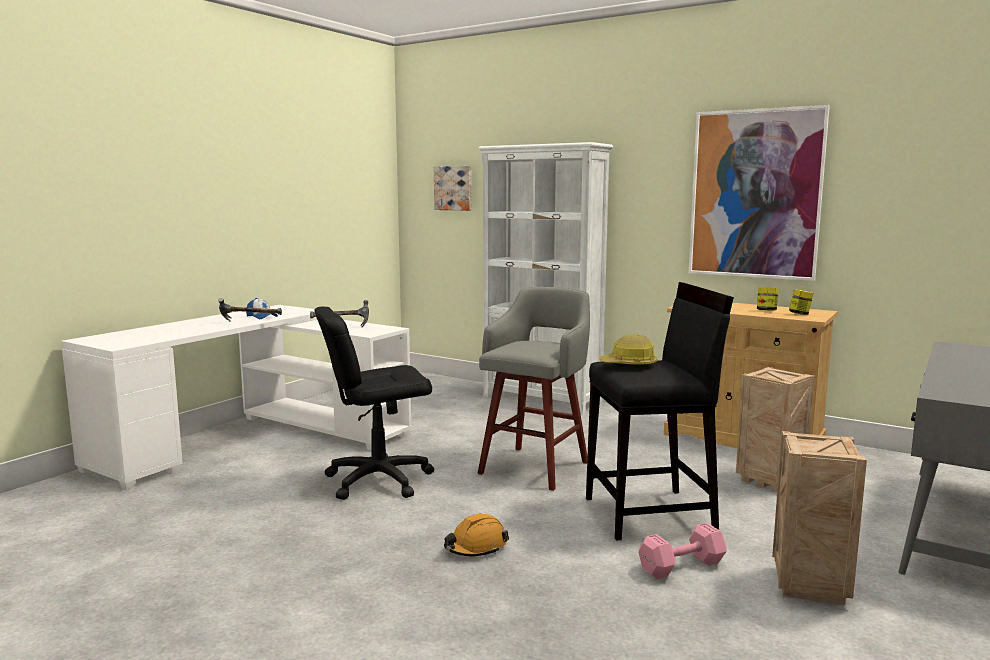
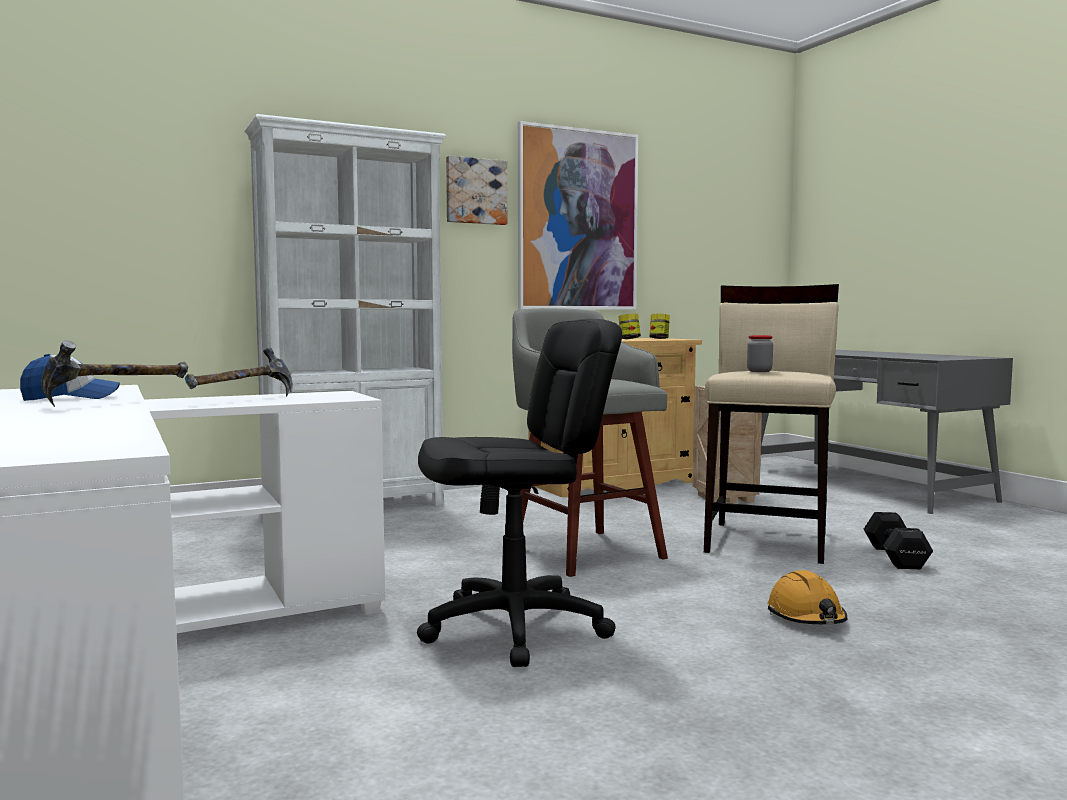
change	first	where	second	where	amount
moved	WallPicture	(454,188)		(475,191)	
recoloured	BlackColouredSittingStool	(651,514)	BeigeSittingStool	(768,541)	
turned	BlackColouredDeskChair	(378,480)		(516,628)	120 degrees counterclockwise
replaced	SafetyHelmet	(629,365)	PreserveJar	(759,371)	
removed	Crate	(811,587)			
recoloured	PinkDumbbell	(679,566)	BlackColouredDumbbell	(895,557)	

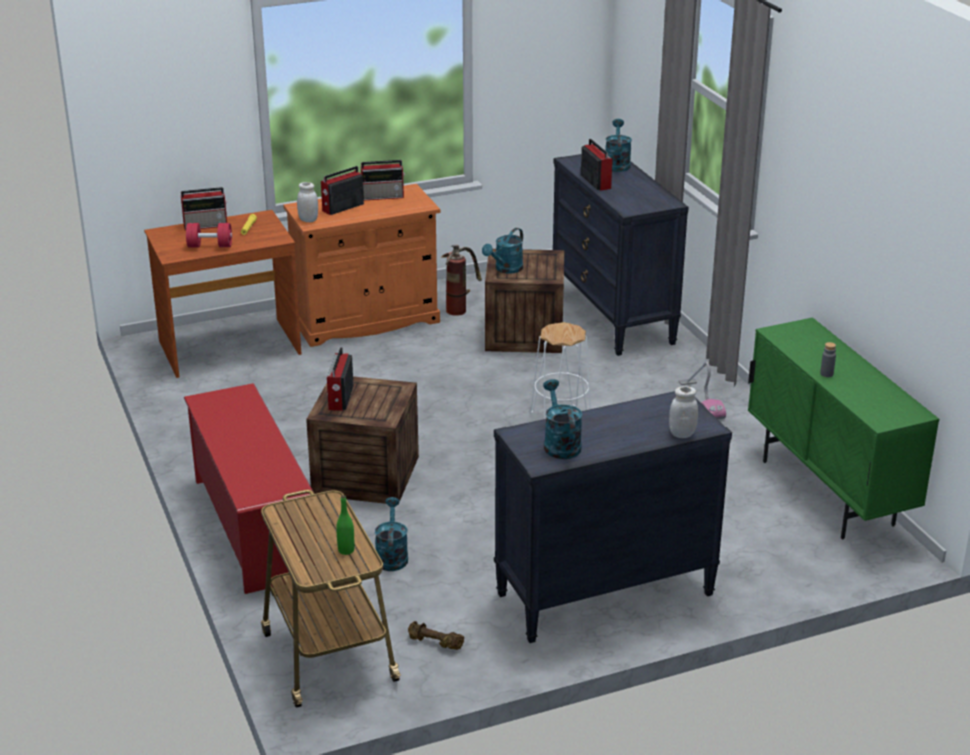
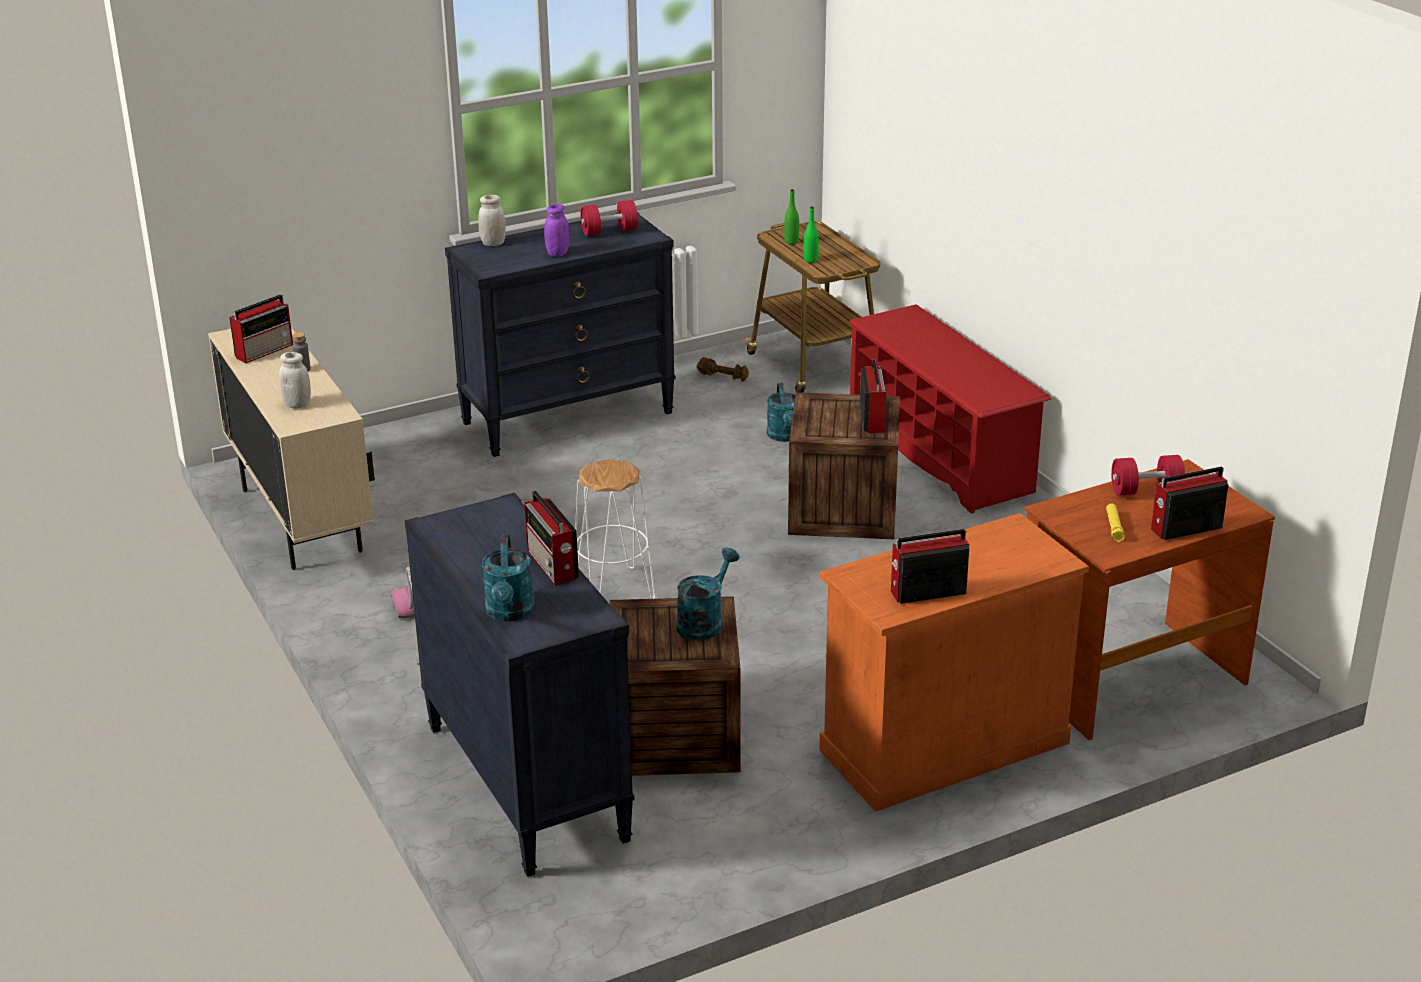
change	first	where	second	where	amount
moved	RadioSet	(342,207)		(265,350)	
moved	WhitishPreserveJar	(308,220)		(297,404)	
removed	FireFightingCylinder	(459,307)			
recoloured	GreenStorageCabinet	(827,493)	BeigeStorageCabinet	(301,520)	
replaced	TurquoiseWateringCan	(560,444)	ReddishDumbbell	(609,231)	
added			PurplePreserveJar	(557,253)	
added			GreenBottle	(810,260)	

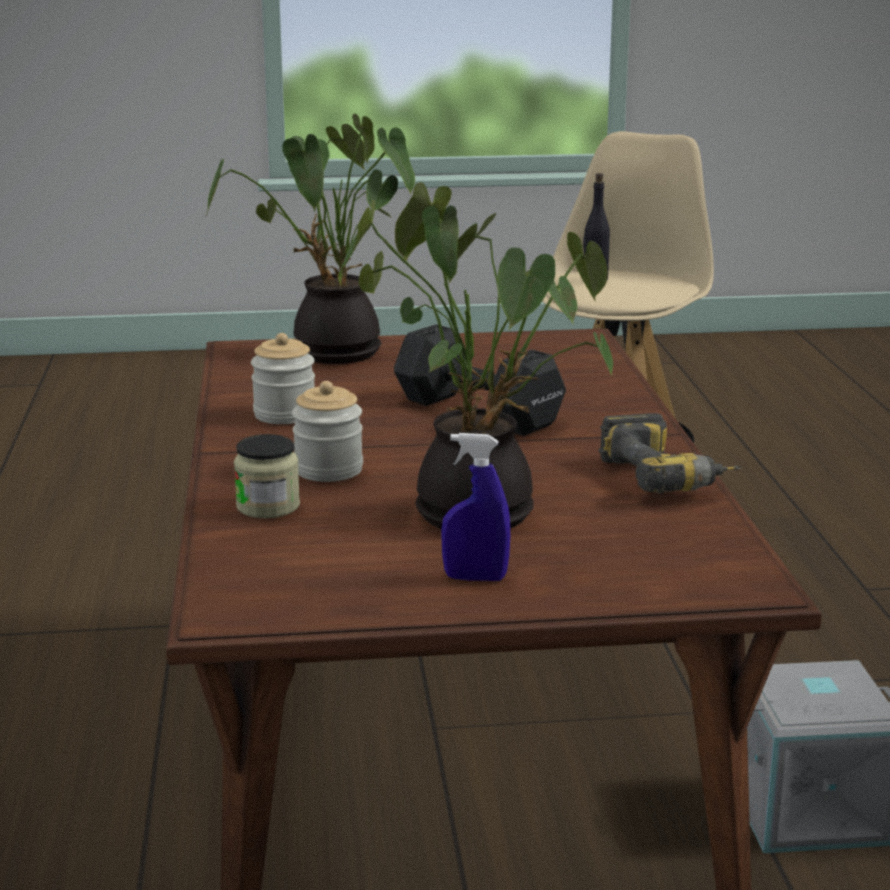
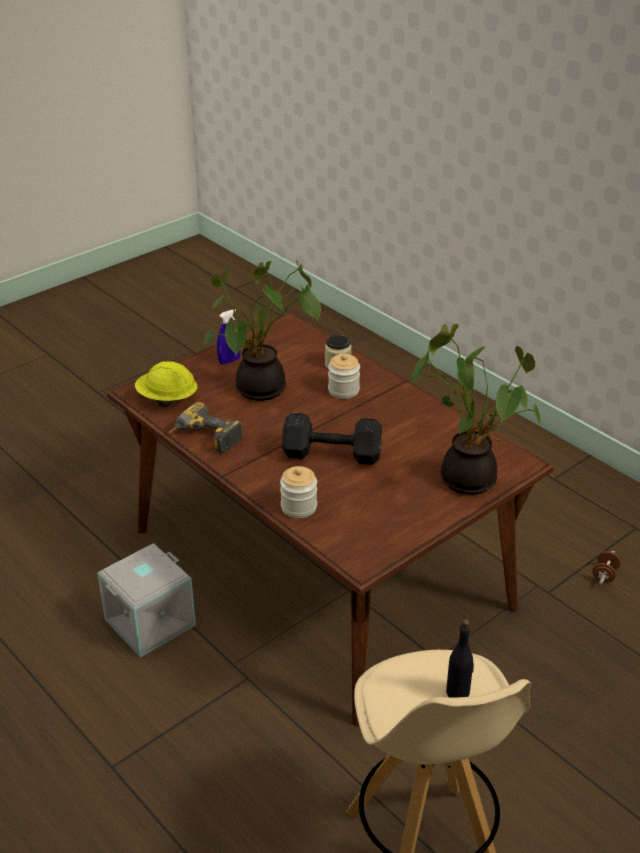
change	first	where	second	where	amount
moved	PreserveJar	(284,414)		(299,507)	
added			YellowSafetyHelmet	(167,399)	
added			BrownColouredDumbbell	(604,575)	

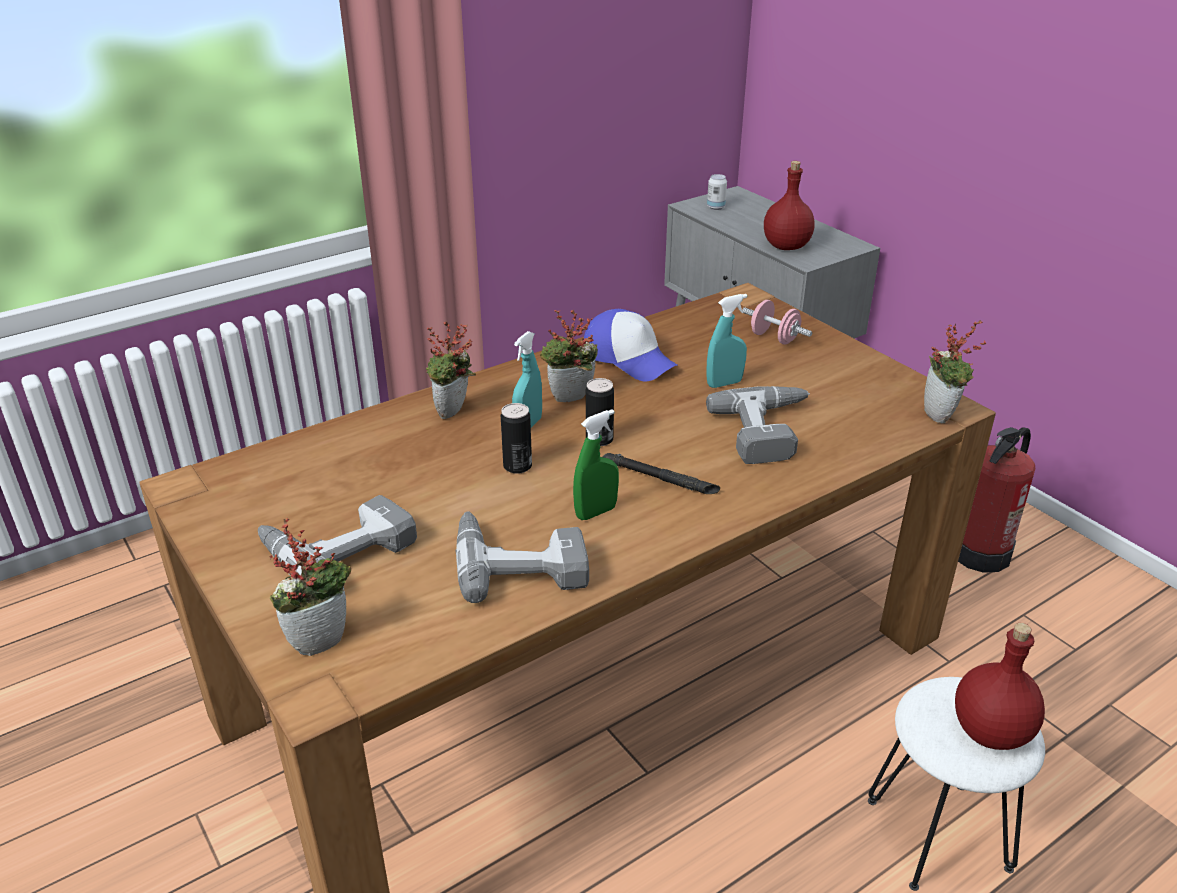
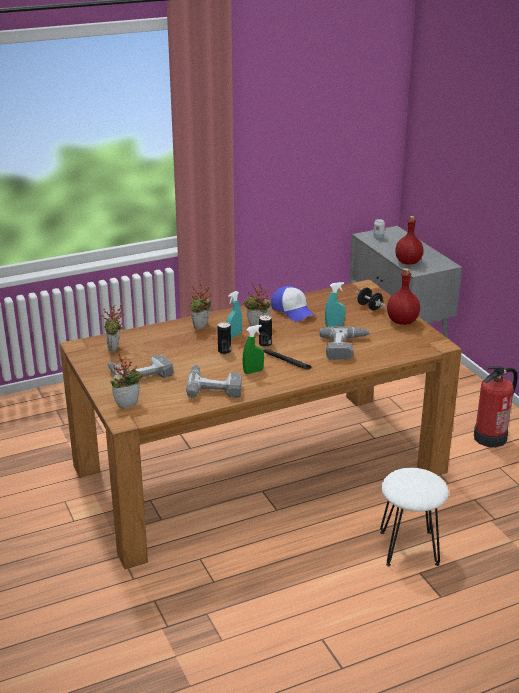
change	first	where	second	where	amount
recoloured	PinkDumbbell	(774,338)	BlackColouredDumbbell	(369,307)	
moved	Houseplant	(941,416)		(115,349)	
moved	ReddishBottle	(989,731)		(401,321)	

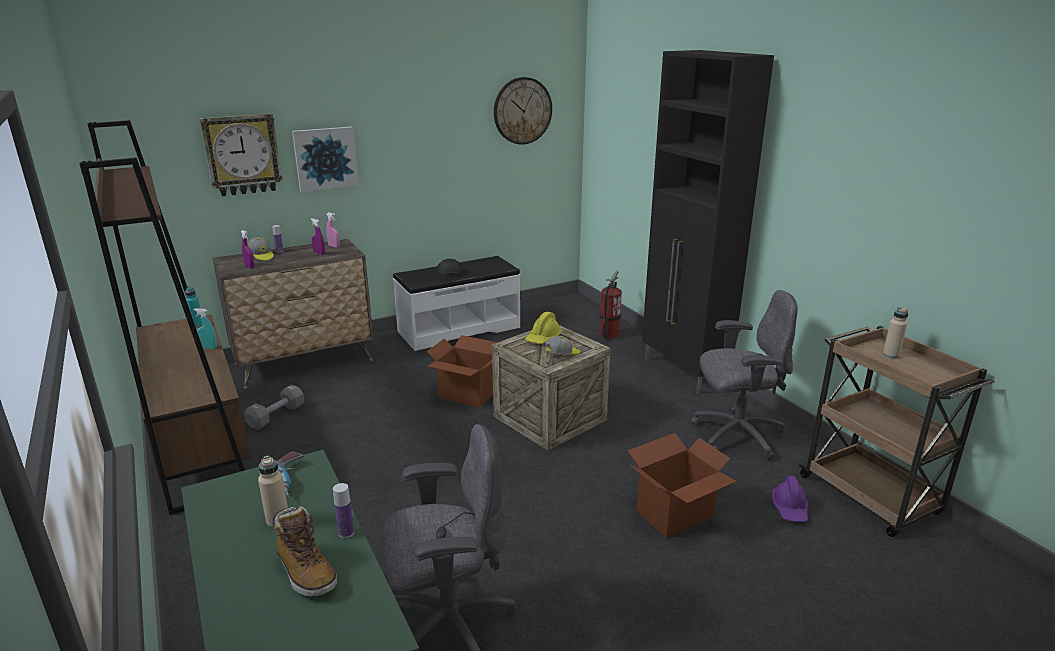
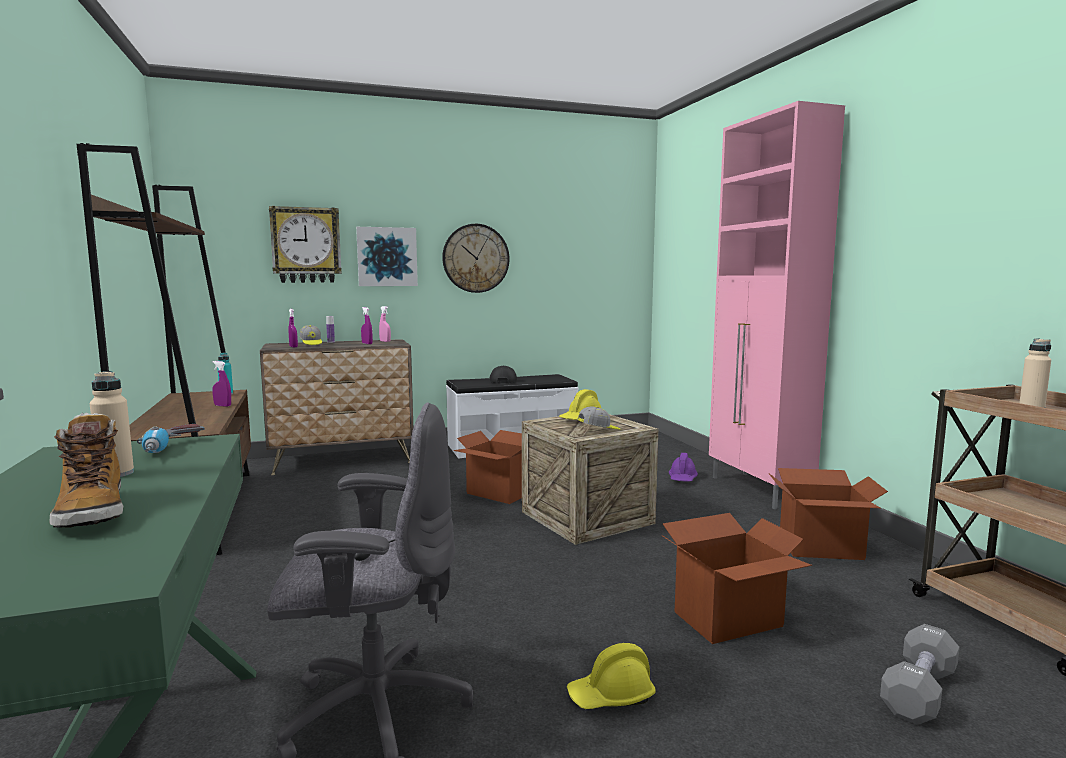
change	first	where	second	where	amount
recoloured	BlackColouredStorageCabinet	(684,372)	PinkStorageCabinet	(758,490)	
moved	WallClock	(522,111)		(475,258)	
removed	FireFightingCylinder	(608,335)			
replaced	GreyishDeskChair	(736,435)	PackingBox	(821,548)	
recoloured	TurquoiseSprayBottle	(208,348)	PurpleSprayBottle	(222,405)	
moved	GreyishDumbbell	(276,416)		(919,692)	
moved	PurpleSafetyHelmet	(790,509)		(682,479)	
removed	Bottle	(346,533)			
added			YellowSafetyHelmet	(611,696)	

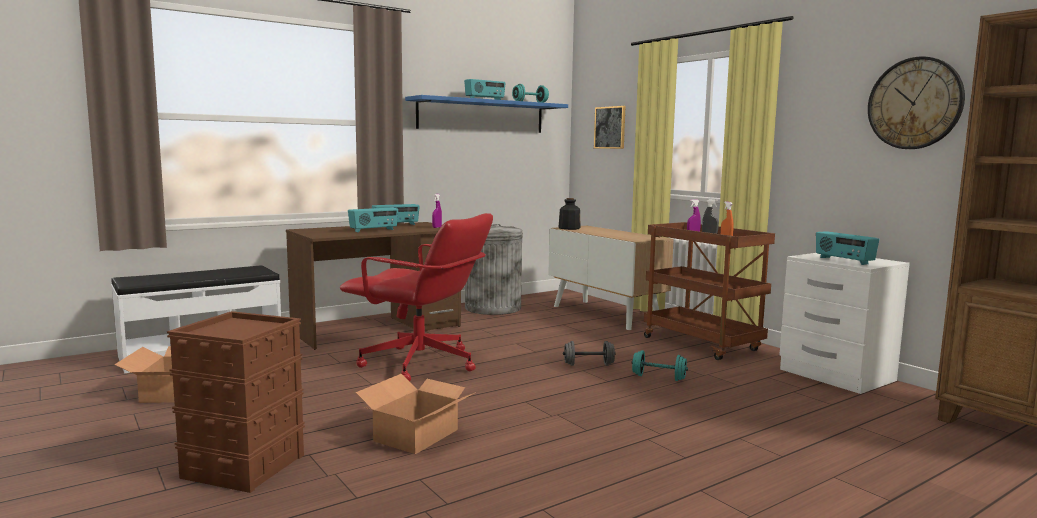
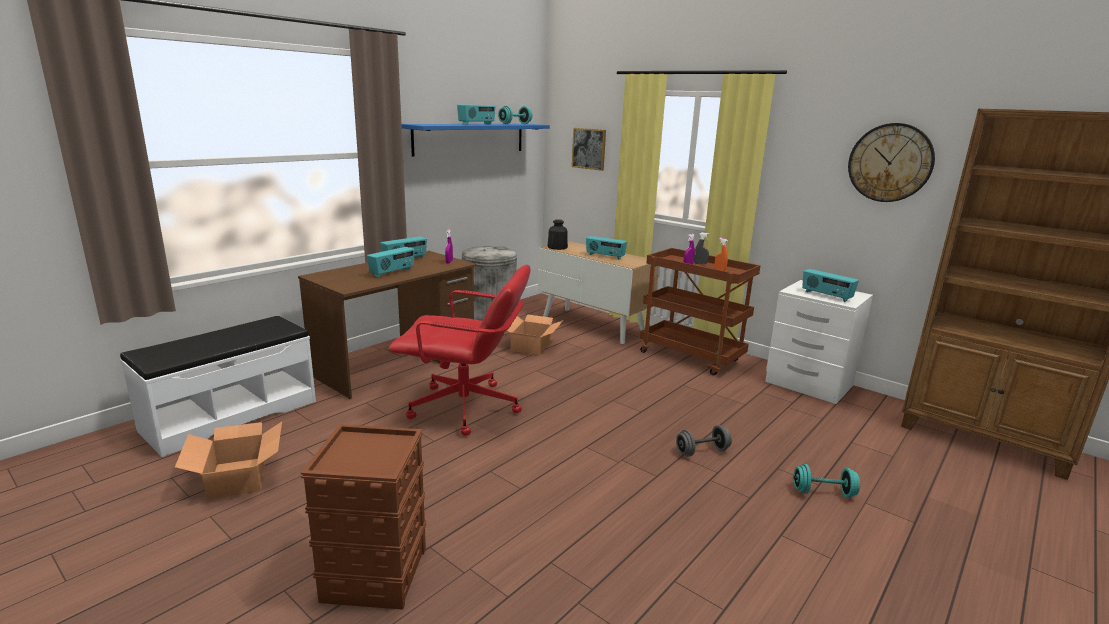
change	first	where	second	where	amount
moved	GreyishDumbbell	(588,365)		(702,451)	
moved	TurquoiseDumbbell	(658,377)		(823,492)	
moved	PackingBox	(415,435)		(530,346)	
added			RadioSet	(605,256)	

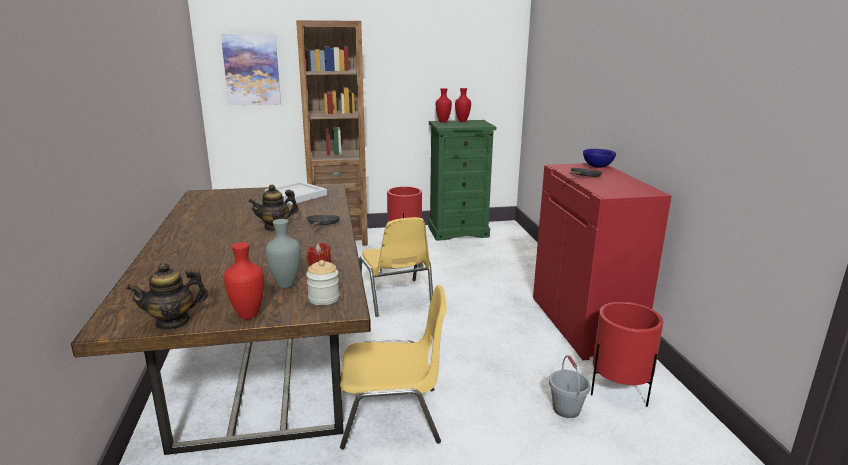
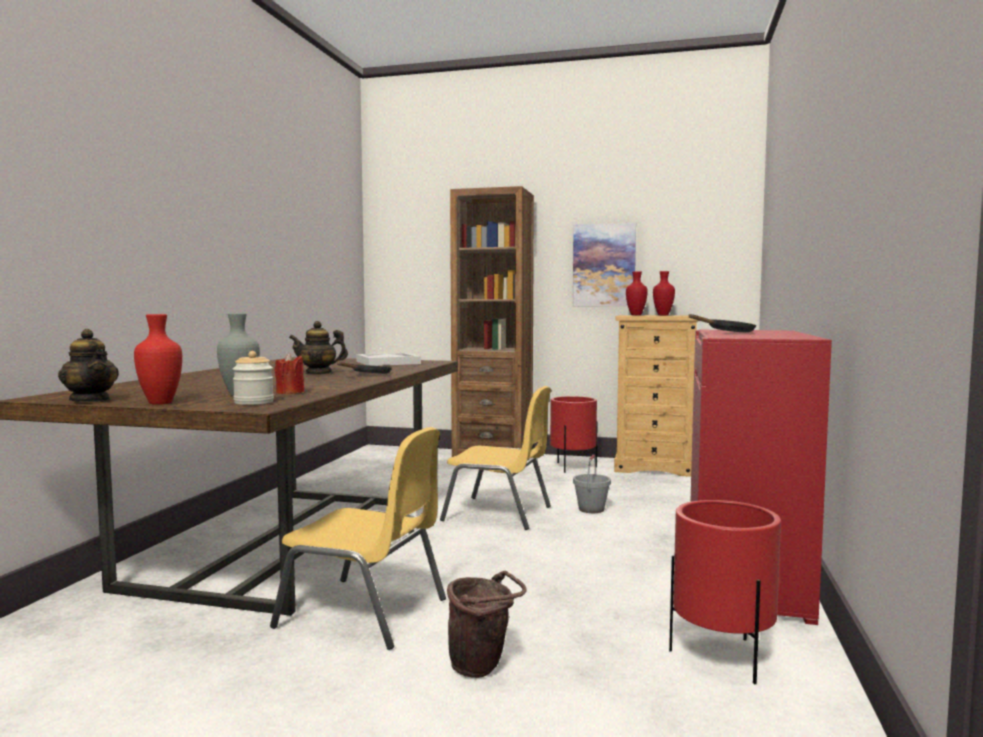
change	first	where	second	where	amount
moved	WallPicture	(252,70)		(604,265)	
recoloured	GreenChestOfDrawers	(458,231)	BeigeChestOfDrawers	(654,467)	
removed	BluishDeepDish	(597,167)			
turned	YellowPlainChair	(395,298)		(499,514)	75 degrees counterclockwise
turned	Teapot	(173,322)		(91,400)	135 degrees counterclockwise
moved	GreyishBucket	(566,409)		(591,509)	
added			BrownColouredBucket	(483,668)	

